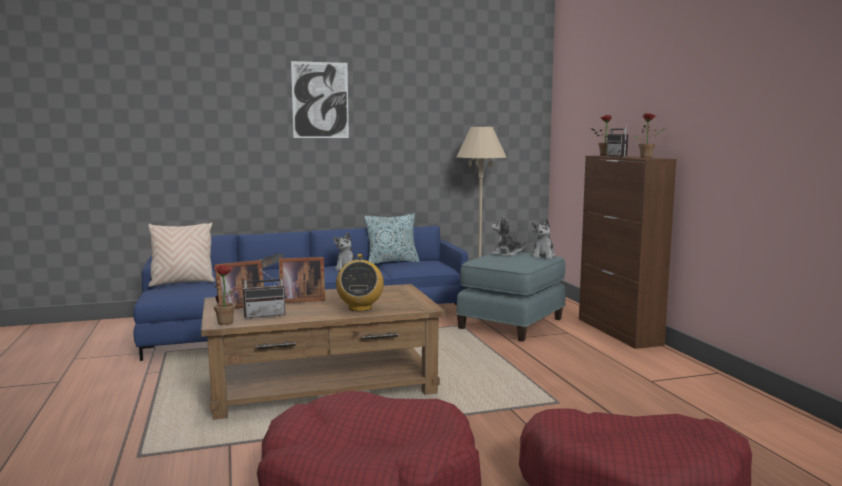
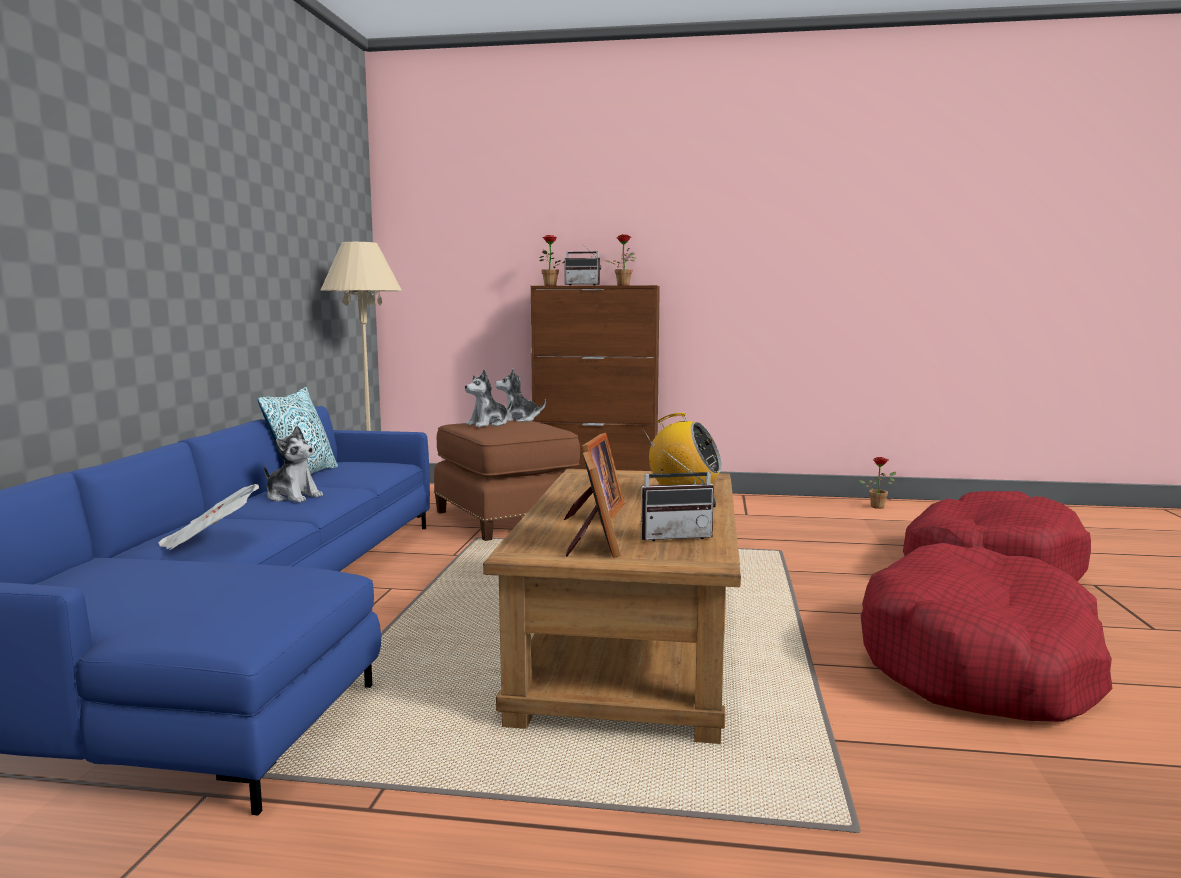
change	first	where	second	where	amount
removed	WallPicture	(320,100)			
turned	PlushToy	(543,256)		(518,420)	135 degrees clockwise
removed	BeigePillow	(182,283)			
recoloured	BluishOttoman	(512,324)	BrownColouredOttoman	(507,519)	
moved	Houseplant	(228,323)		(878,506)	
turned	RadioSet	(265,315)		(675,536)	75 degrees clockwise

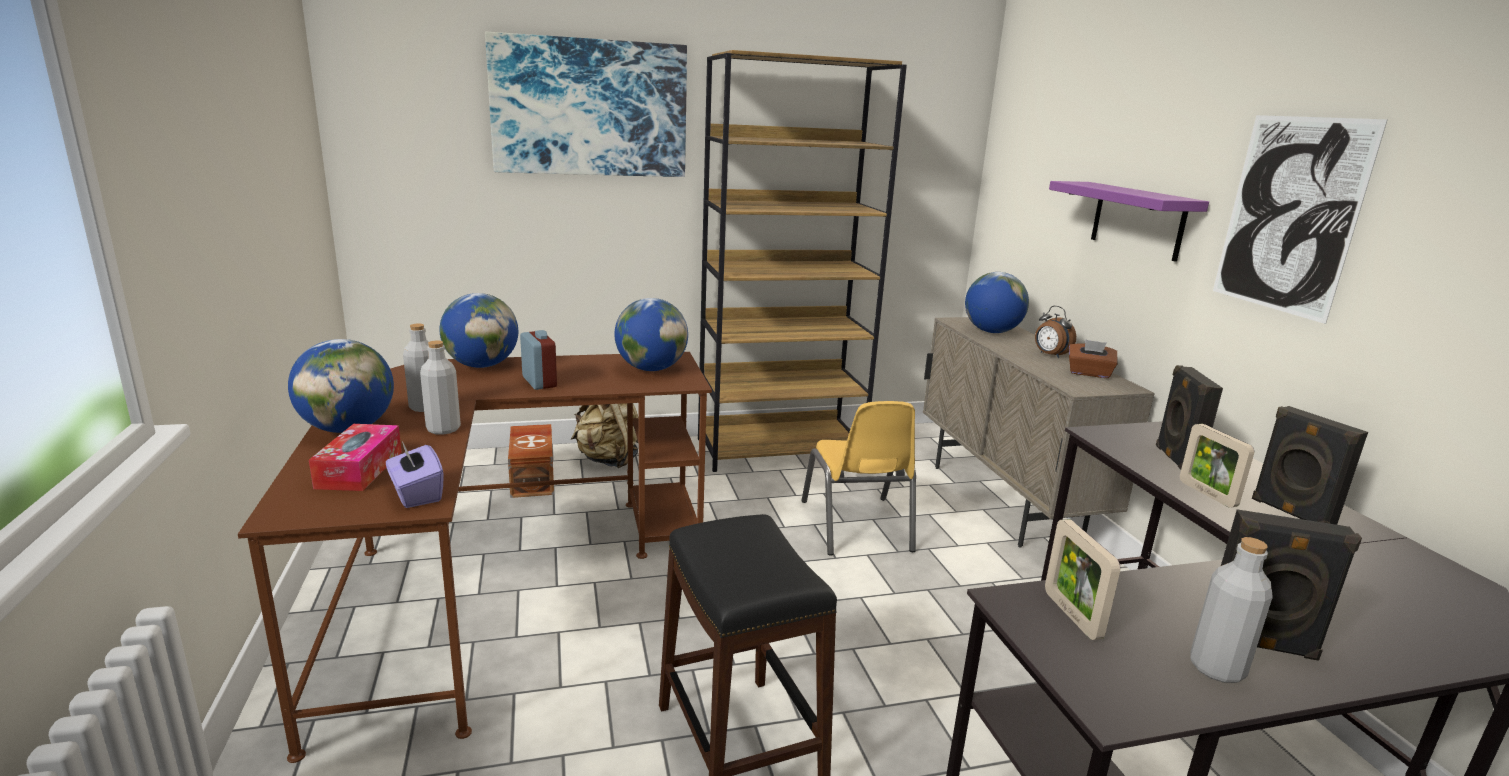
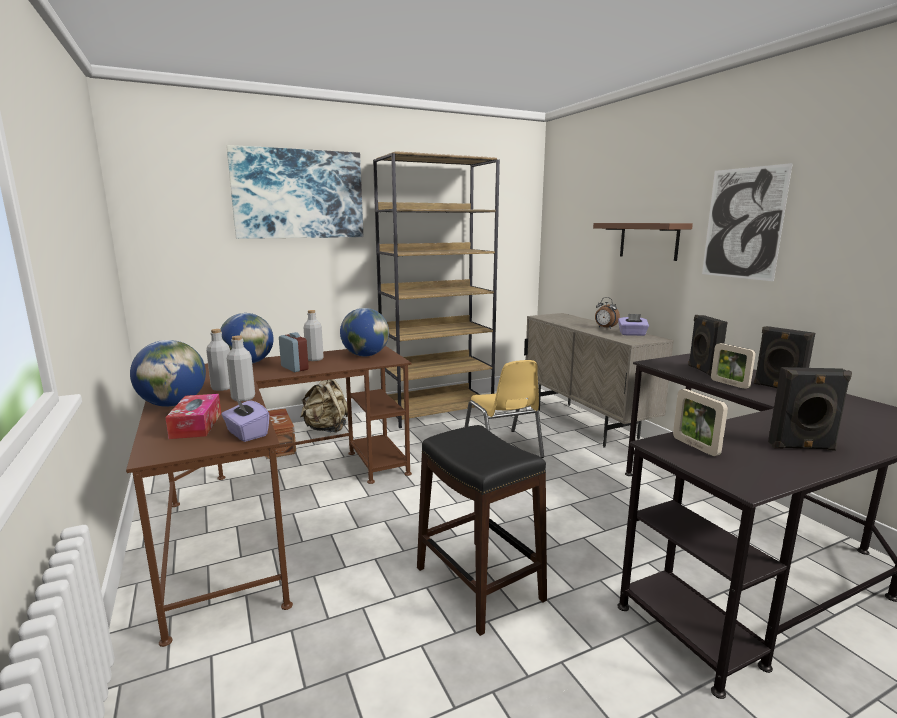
change	first	where	second	where	amount
recoloured	PurpleBracketShelf	(1137,220)	BrownColouredBracketShelf	(648,240)	
removed	Globe	(992,332)			
recoloured	BrownColouredTissueBox	(1089,373)	PurpleTissueBox	(632,334)	
moved	GreyishBottle	(1216,668)		(314,359)	

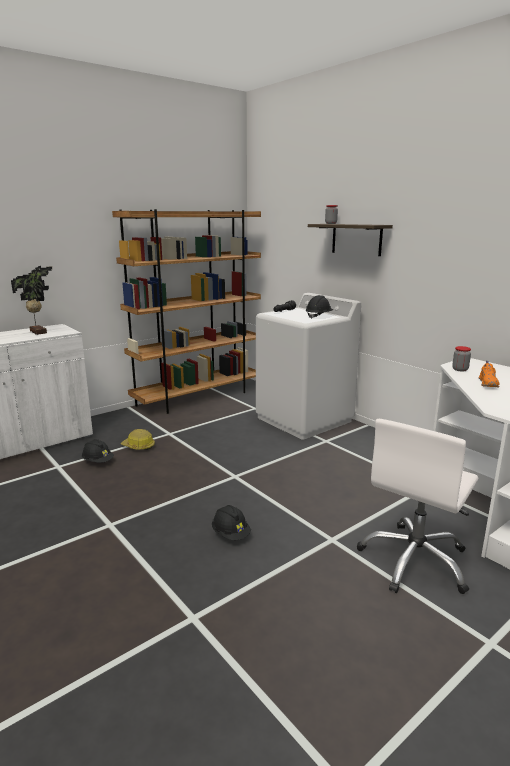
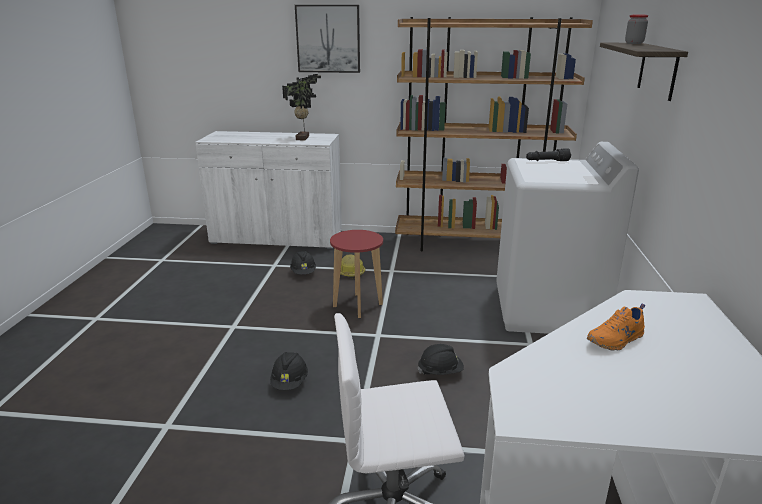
change	first	where	second	where	amount
moved	BlackColouredSafetyHelmet	(318,316)		(440,372)	
removed	PreserveJar	(460,369)			
added			WallPicture	(328,39)	
added			ReddishSittingStool	(357,305)	

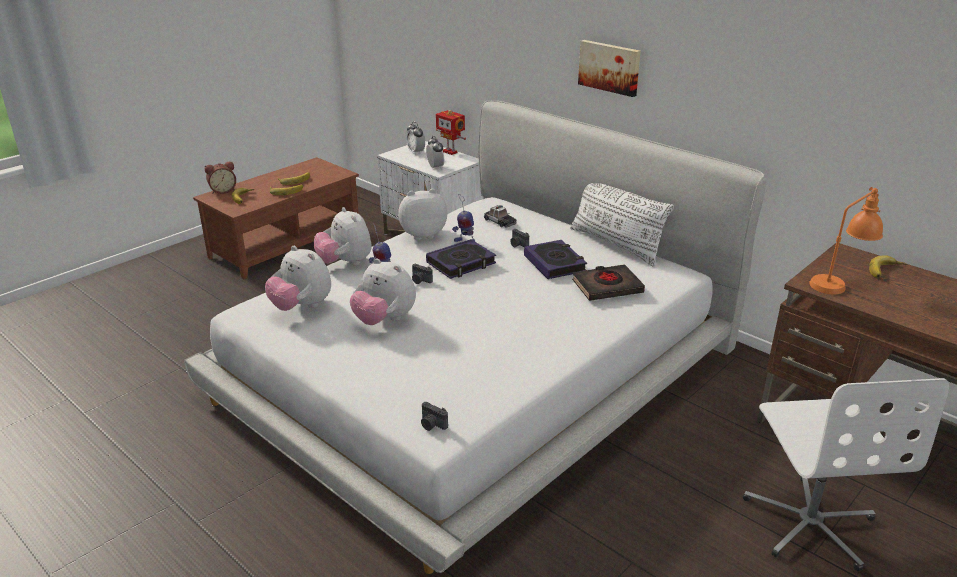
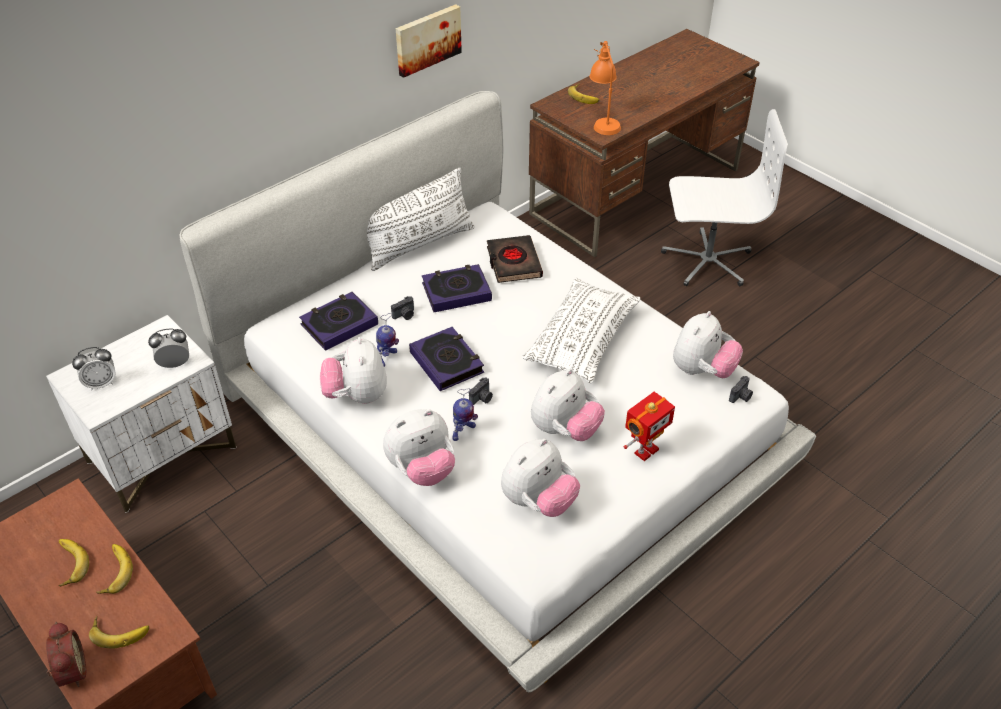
change	first	where	second	where	amount
moved	WallPicture	(610,67)		(427,39)	
moved	RobotFigure	(450,152)		(645,450)	
replaced	MiniatureCar	(499,221)	BoundBook	(339,324)	
added			WhitishPillow	(582,340)	
added			PlushToy	(702,370)	

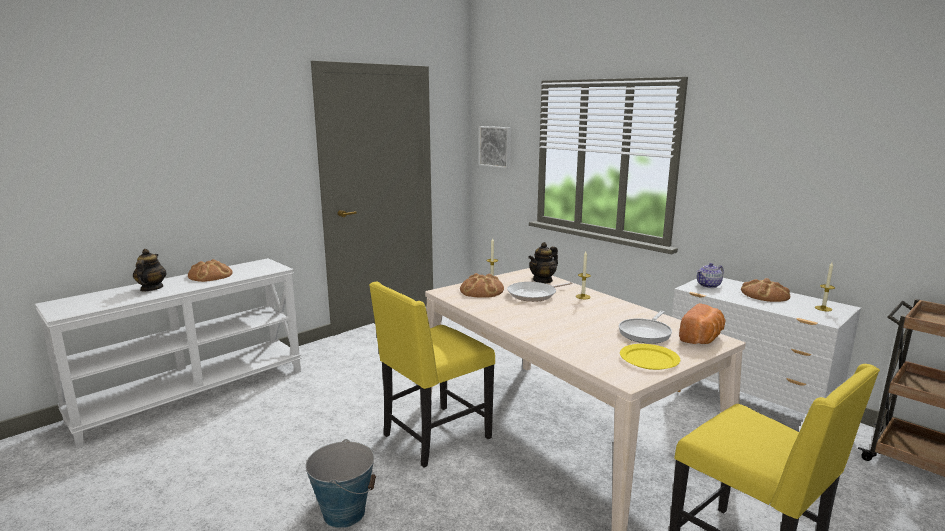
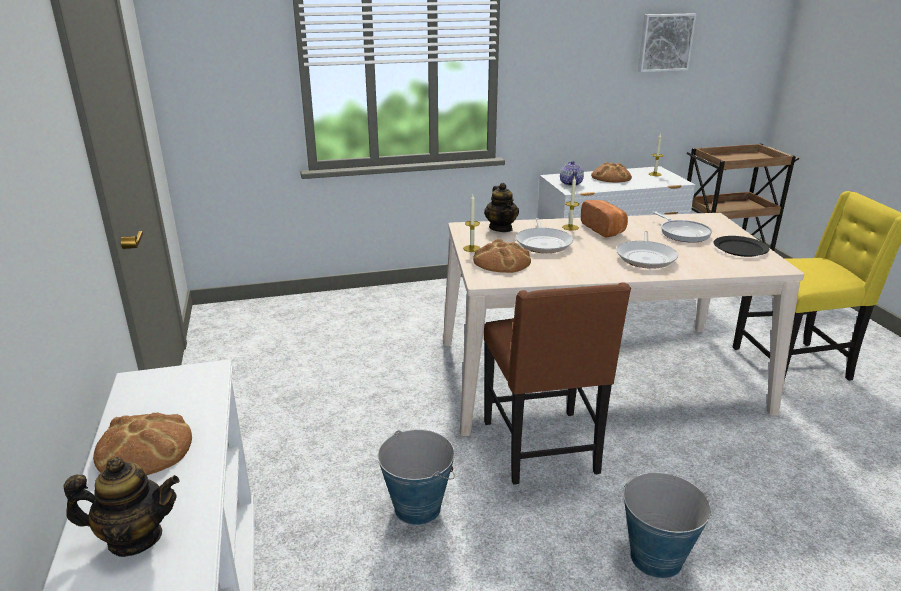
change	first	where	second	where	amount
moved	WallPicture	(496,146)		(665,42)	
turned	Teapot	(151,288)		(135,538)	150 degrees clockwise
recoloured	YellowPlainChair	(434,437)	BrownColouredPlainChair	(543,449)	
moved	Bread	(702,338)		(604,229)	
recoloured	YellowDinnerPlate	(649,359)	BlackColouredDinnerPlate	(740,248)	
added			Pan	(646,257)	
added			Bucket	(417,507)	

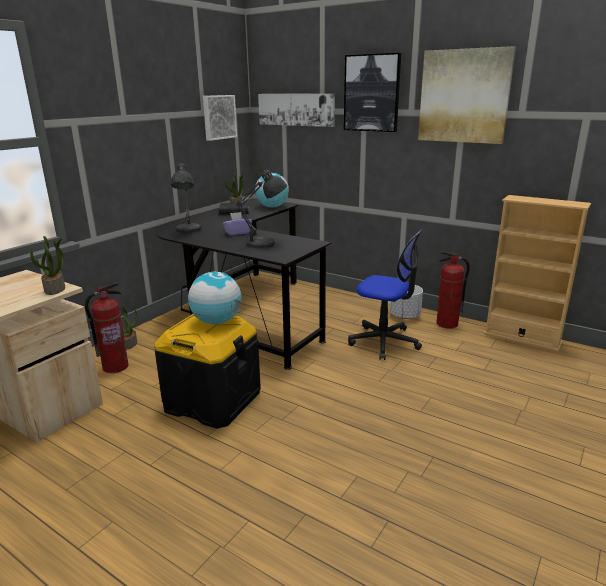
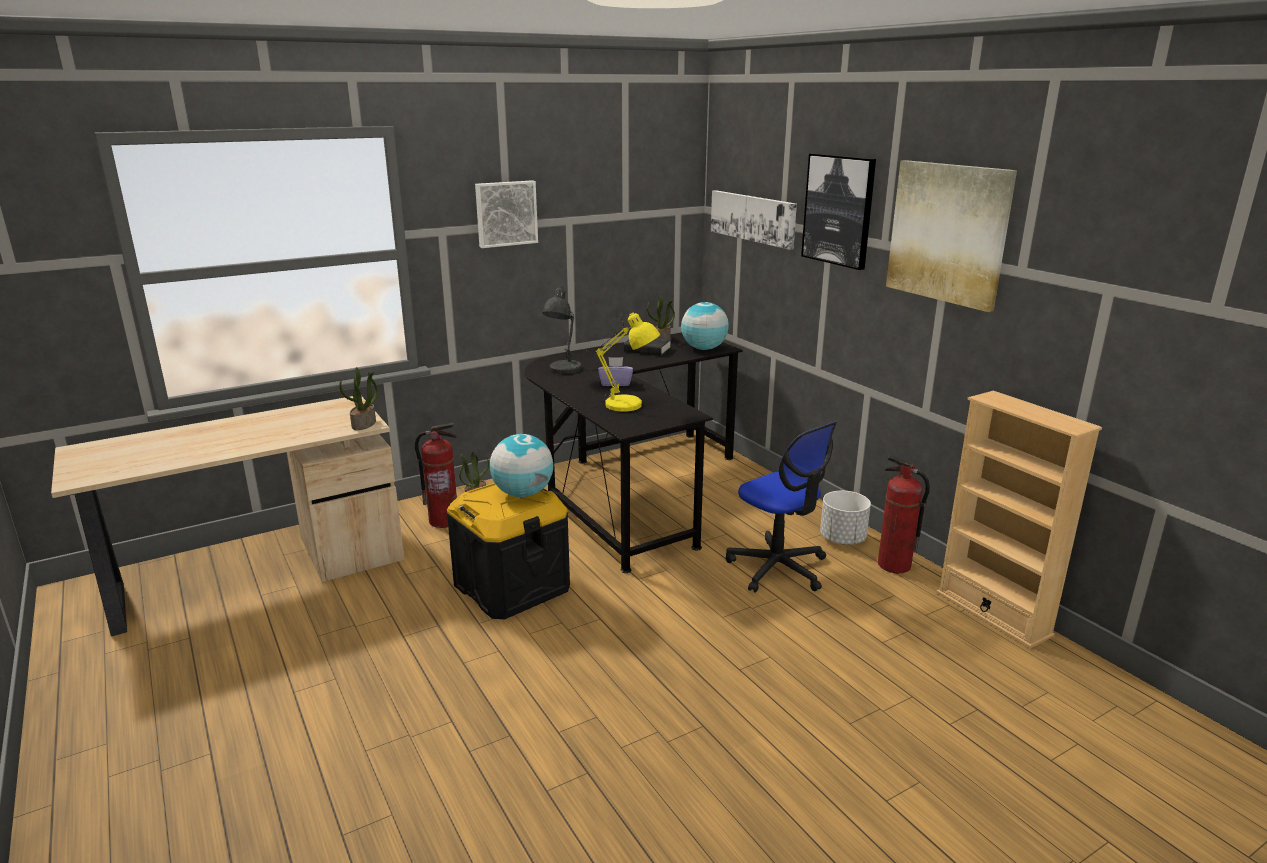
change	first	where	second	where	amount
moved	WallPicture	(218,117)		(506,213)	
recoloured	GreyishTableLamp	(264,244)	YellowTableLamp	(628,406)	

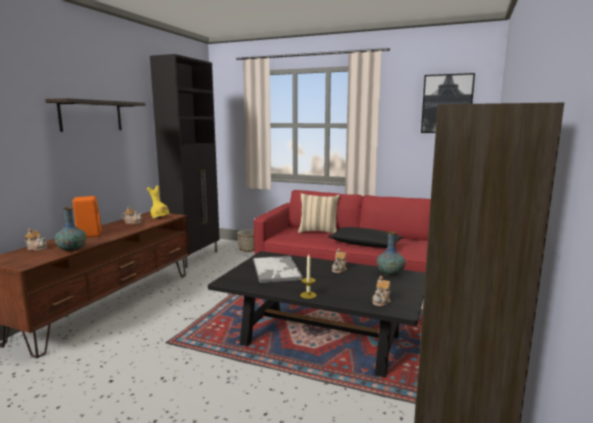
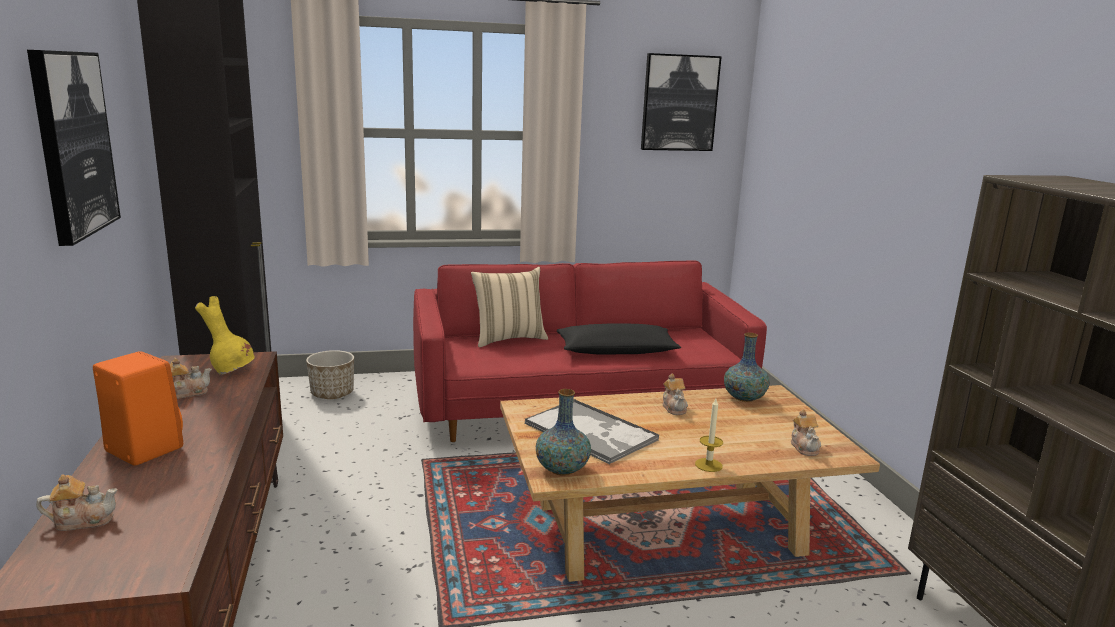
change	first	where	second	where	amount
replaced	BracketShelf	(91,116)	WallPicture	(72,144)	
moved	FlowerVase	(72,249)		(562,469)	
recoloured	BlackColouredCoffeeTable	(321,339)	BeigeCoffeeTable	(668,528)	

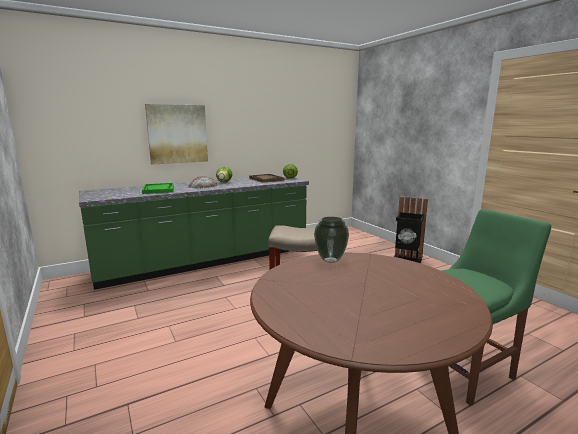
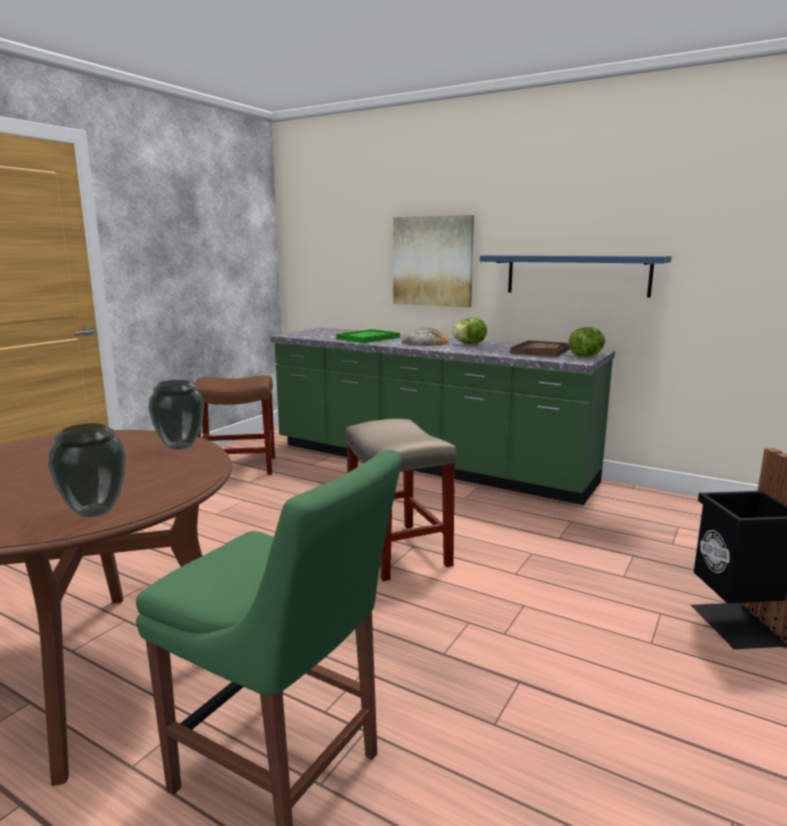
change	first	where	second	where	amount
added			BluishBracketShelf	(577,275)	
added			BrownColouredSittingStool	(239,466)	
added			FlowerVase	(96,511)	

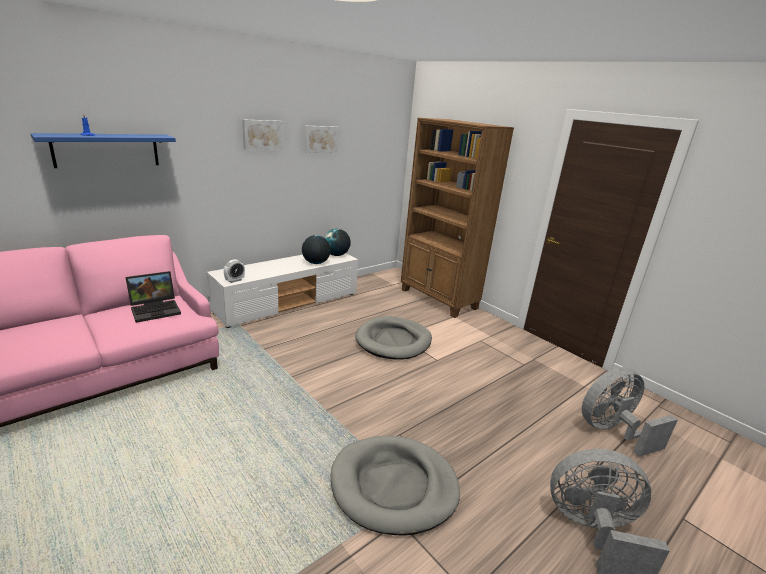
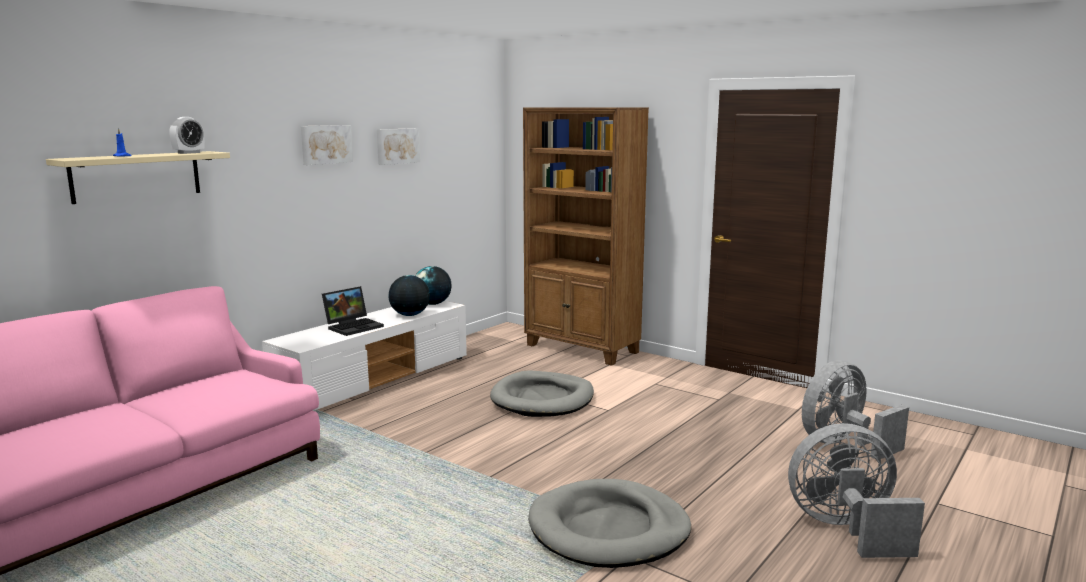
change	first	where	second	where	amount
recoloured	BluishBracketShelf	(106,150)	BeigeBracketShelf	(136,176)	
moved	BedsideClock	(234,280)		(189,153)	
moved	PortableComputer	(156,309)		(354,326)	

